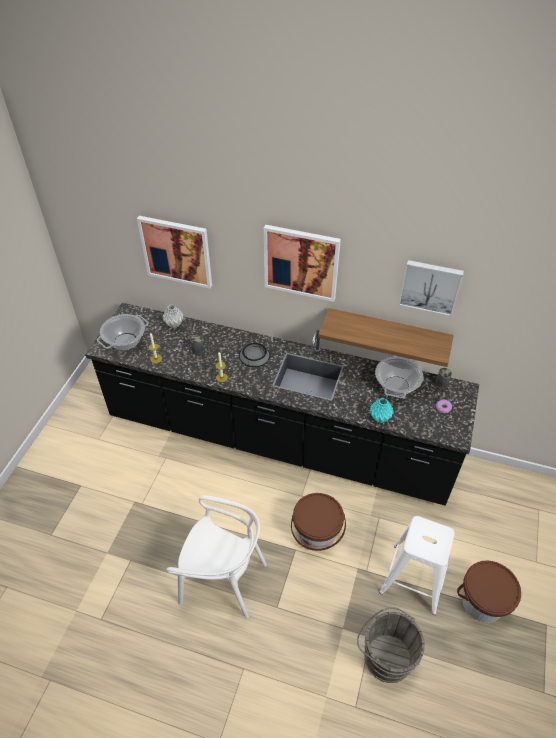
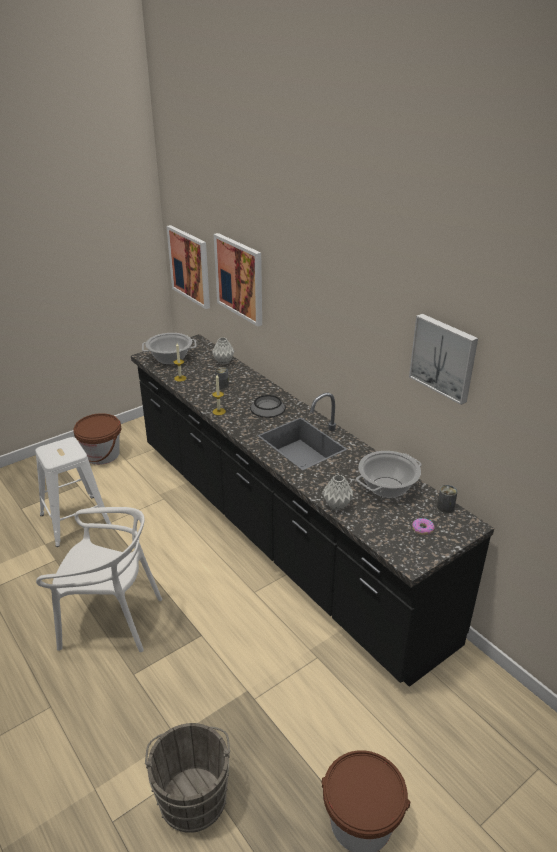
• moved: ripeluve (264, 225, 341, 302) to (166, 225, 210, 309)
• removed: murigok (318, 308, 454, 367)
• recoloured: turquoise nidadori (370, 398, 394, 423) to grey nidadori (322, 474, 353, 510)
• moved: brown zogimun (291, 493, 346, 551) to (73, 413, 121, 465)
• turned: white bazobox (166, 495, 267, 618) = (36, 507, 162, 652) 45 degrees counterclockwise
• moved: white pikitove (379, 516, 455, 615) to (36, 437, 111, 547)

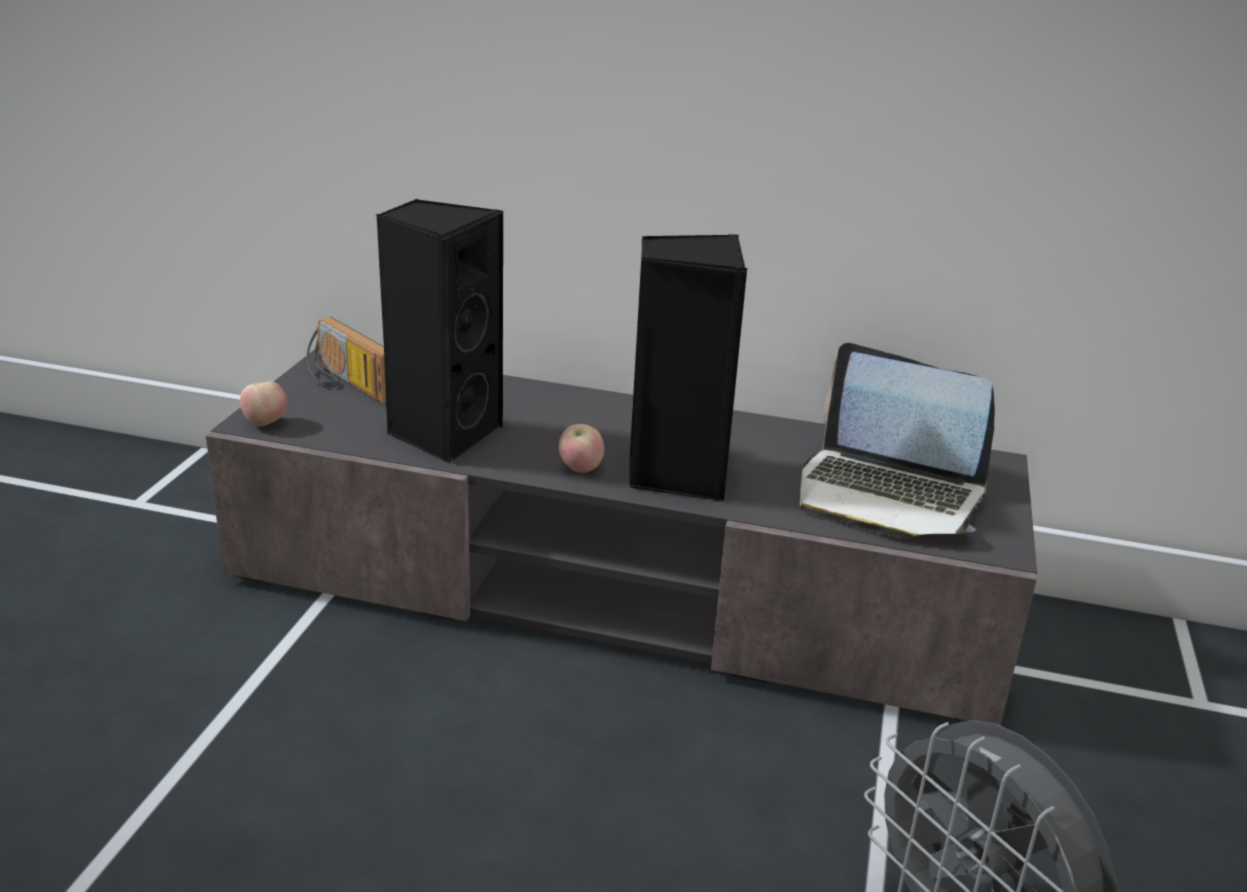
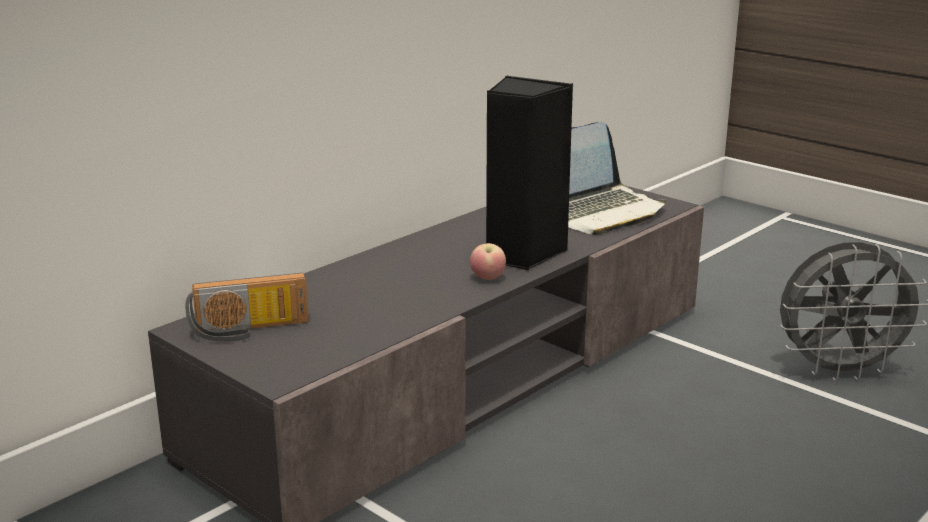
• removed: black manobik (375, 199, 503, 463)
• removed: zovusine (240, 381, 287, 427)

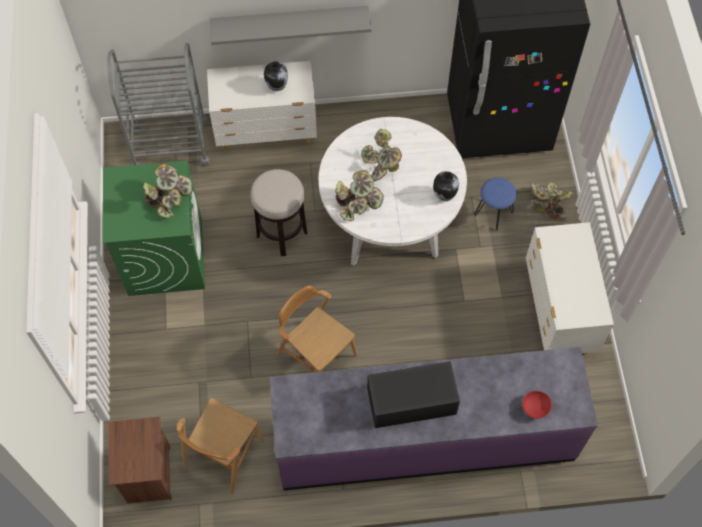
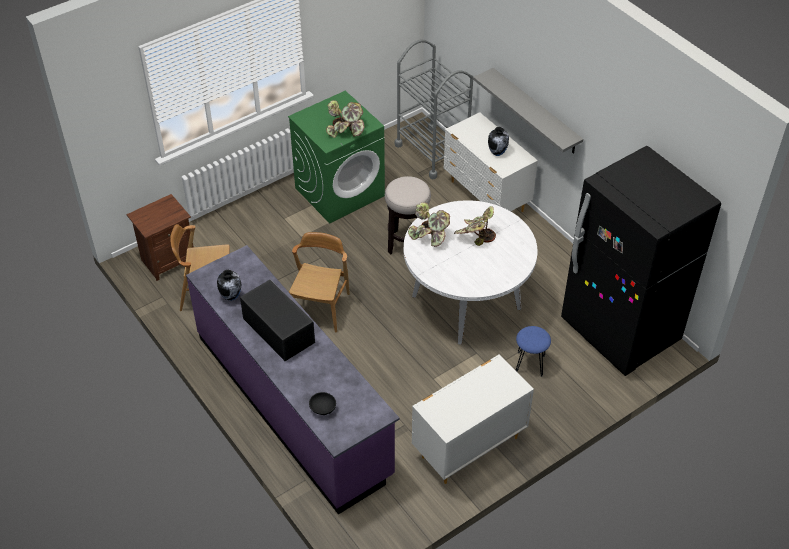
• moved: nidadori (433, 171, 459, 201) to (217, 270, 241, 301)
• removed: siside (530, 182, 573, 219)
• recoloured: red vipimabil (522, 391, 552, 419) to black vipimabil (309, 392, 336, 415)

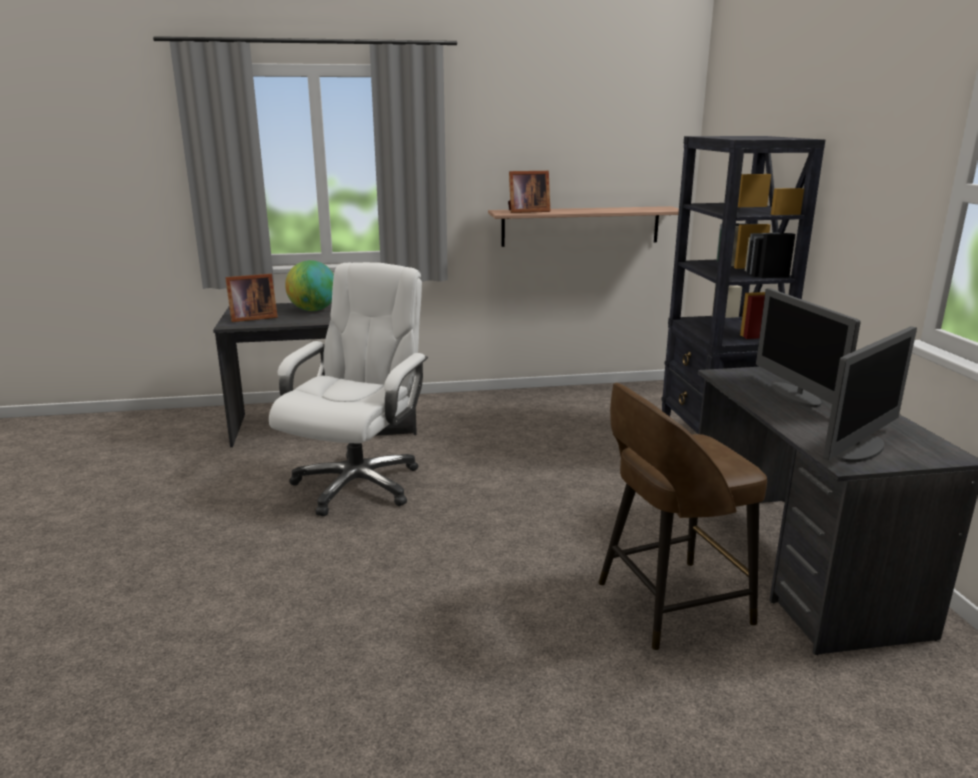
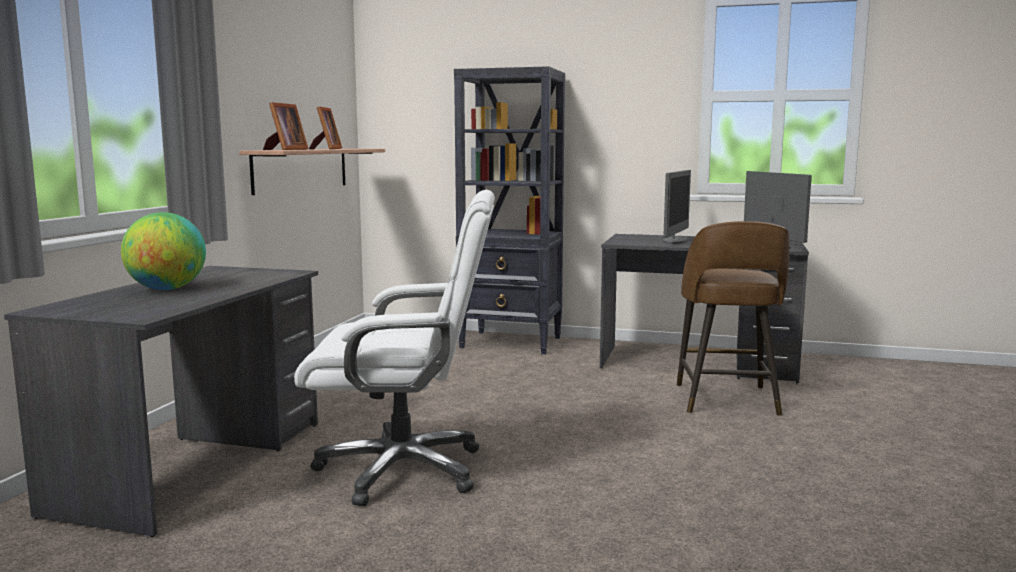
• turned: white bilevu (269, 262, 428, 516) = (294, 190, 495, 506) 135 degrees clockwise
• moved: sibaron (225, 274, 278, 322) to (309, 107, 342, 149)
• turned: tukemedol (756, 288, 861, 407) = (663, 170, 691, 244) 75 degrees counterclockwise

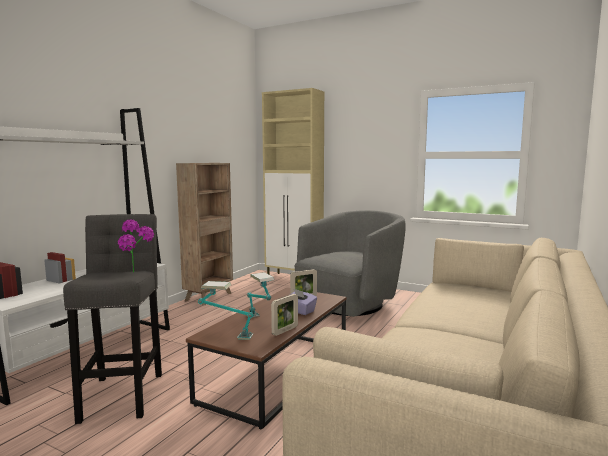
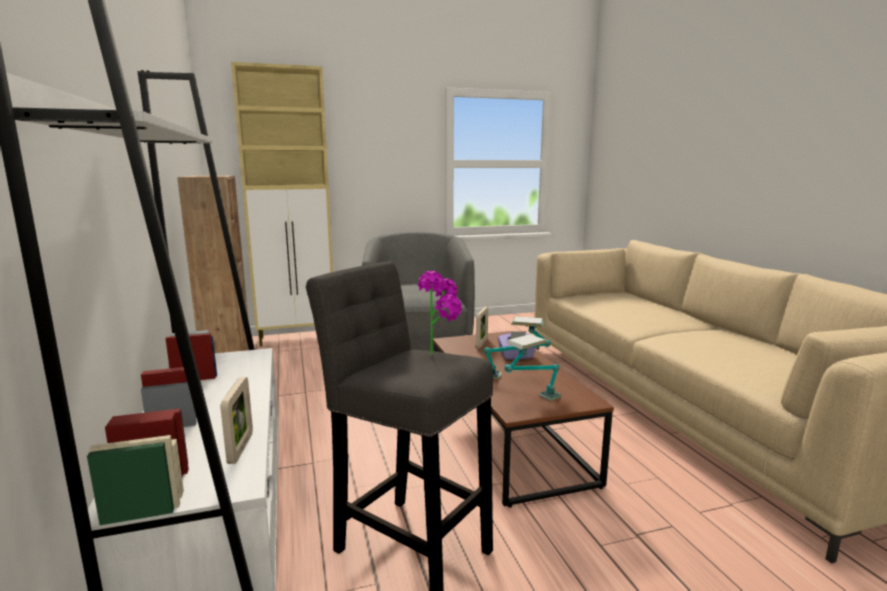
• moved: sibaron (271, 294, 298, 336) to (220, 377, 253, 464)

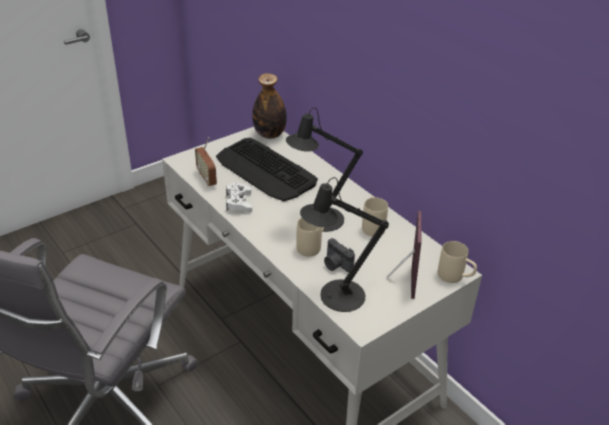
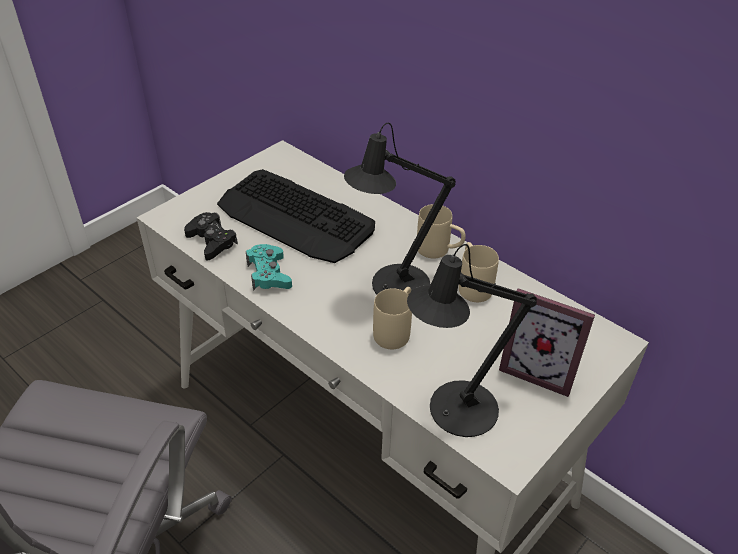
• removed: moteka (252, 73, 287, 139)
• replaced: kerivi (195, 137, 217, 186) to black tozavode (184, 212, 238, 260)
• recoloured: white tozavode (226, 183, 252, 213) to turquoise tozavode (246, 244, 292, 290)
• turned: sibaron (387, 211, 421, 299) = (499, 288, 595, 397) 120 degrees clockwise
• removed: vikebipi (324, 238, 355, 272)
• moved: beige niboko (438, 241, 477, 283) to (417, 204, 466, 258)

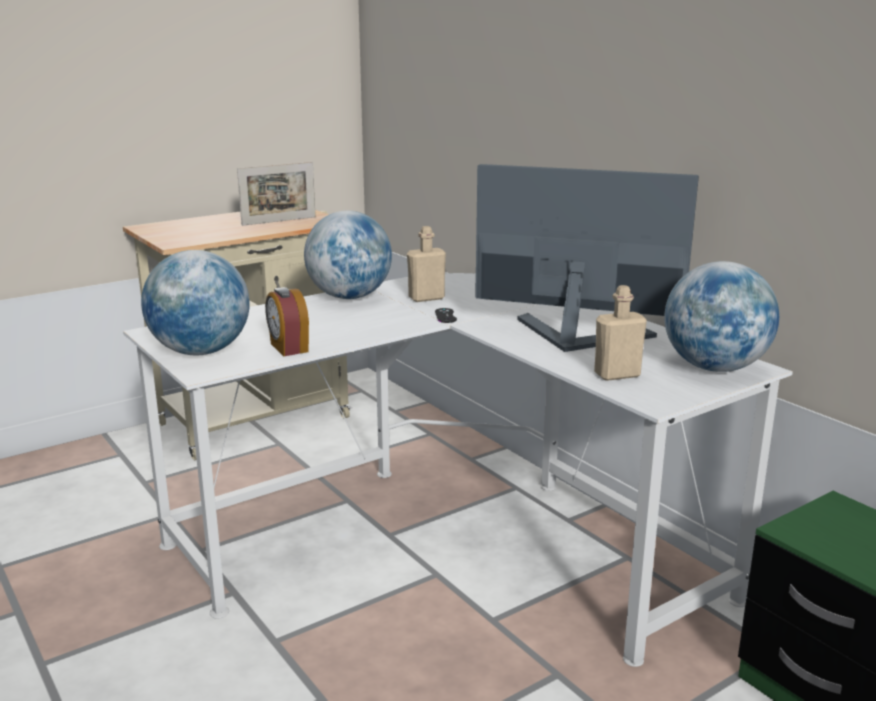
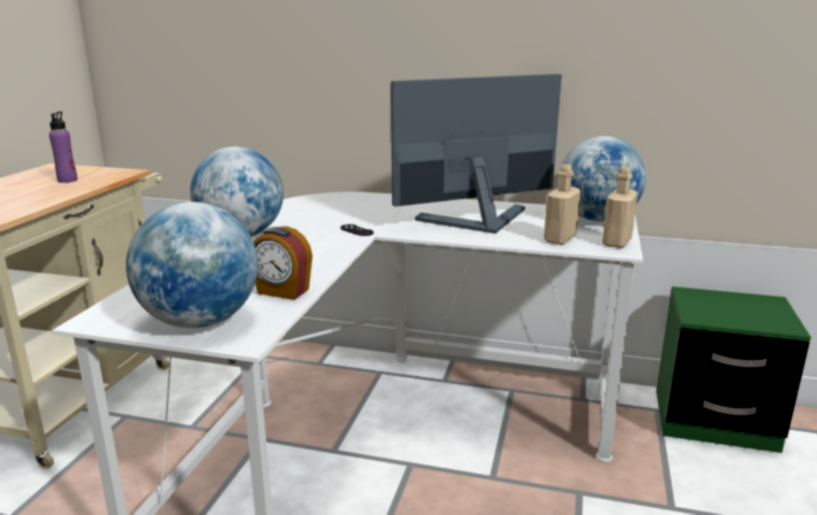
• replaced: sibaron (237, 162, 316, 226) to purple moteka (49, 111, 78, 183)
• moved: beige moteka (407, 226, 446, 302) to (602, 166, 638, 248)

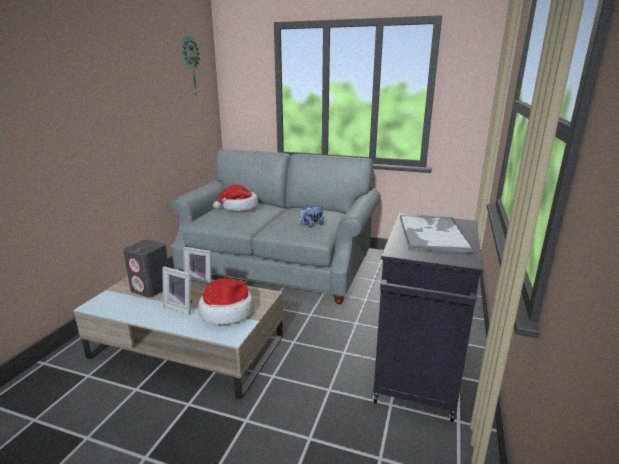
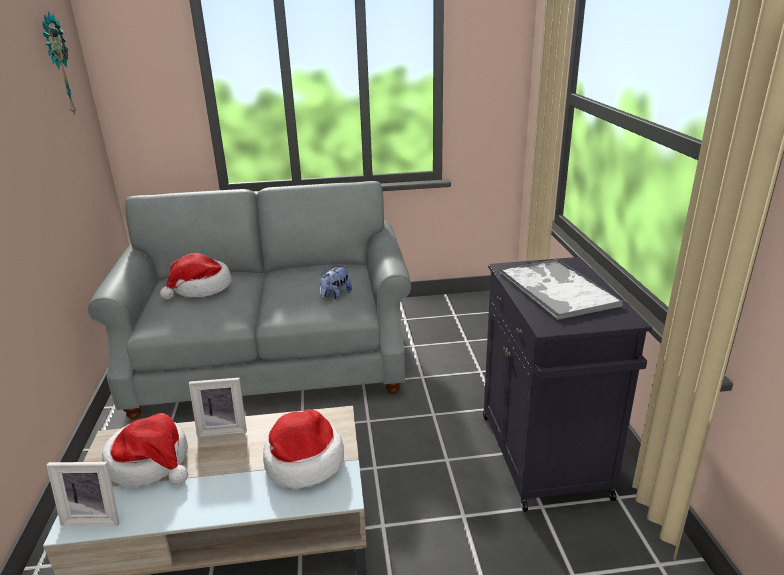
• replaced: grey manobik (123, 240, 169, 297) to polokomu (102, 413, 188, 487)
• moved: sibaron (162, 266, 192, 315) to (47, 462, 119, 526)

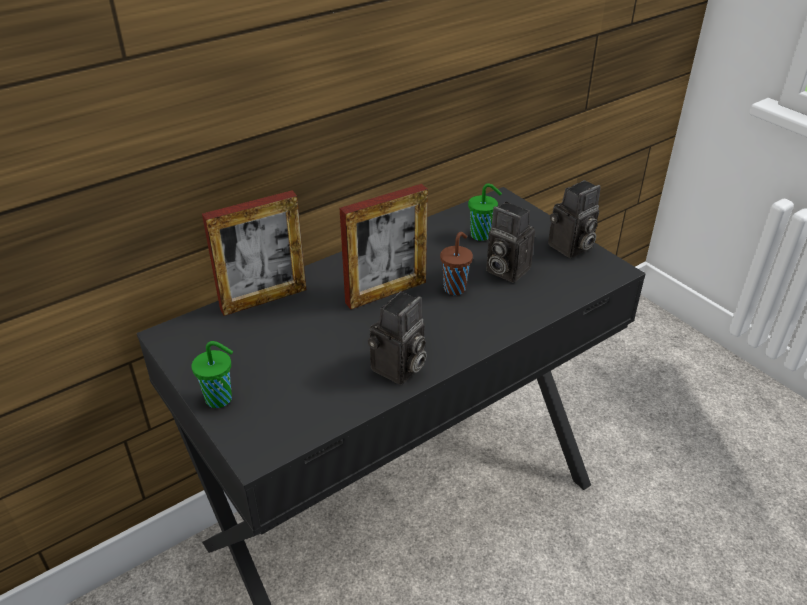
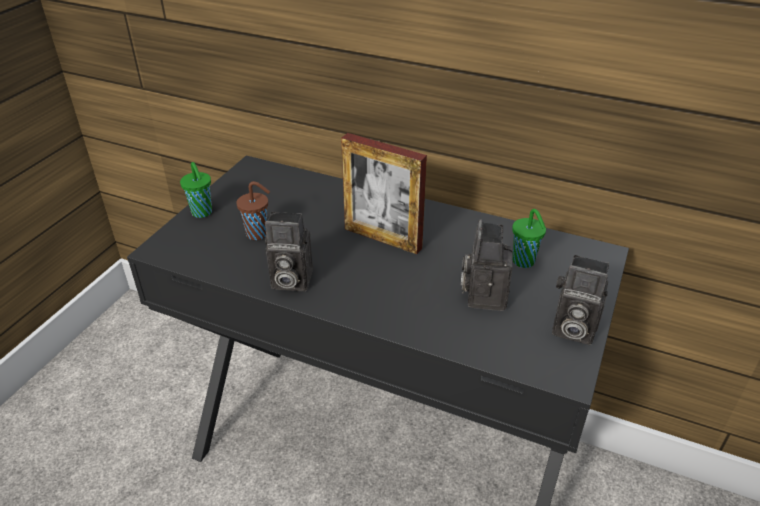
• removed: sibaron (202, 190, 306, 316)
• moved: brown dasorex (440, 232, 473, 295) to (236, 181, 270, 240)

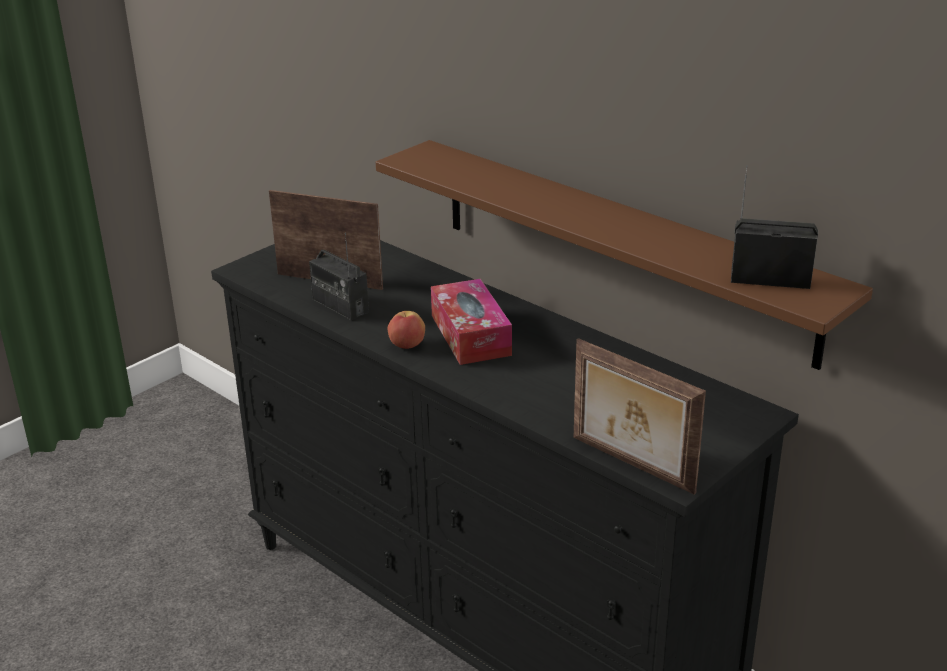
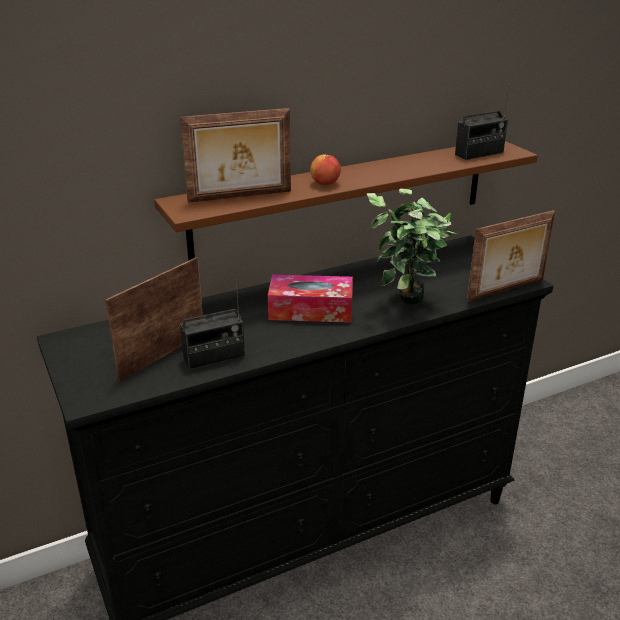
• turned: kerivi (731, 165, 818, 289) = (455, 84, 509, 160) 150 degrees counterclockwise
• moved: zovusine (387, 311, 425, 349) to (310, 154, 341, 185)
• added: sibaron (180, 108, 291, 203)
• added: siside (367, 189, 458, 305)

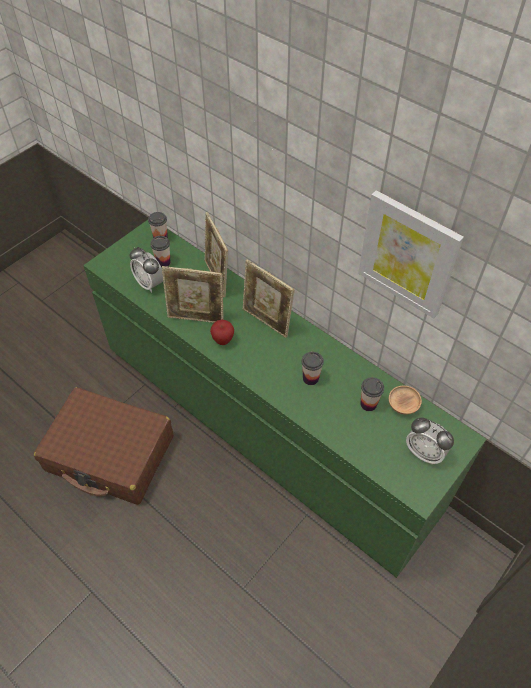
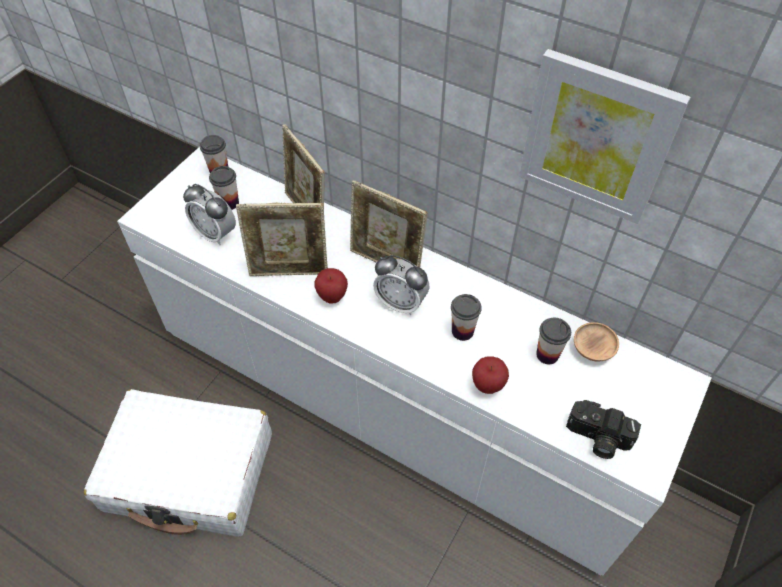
• recoloured: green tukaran (83, 220, 486, 578) to white tukaran (117, 147, 712, 575)
• recoloured: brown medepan (34, 387, 174, 505) to white medepan (84, 389, 272, 537)
• moved: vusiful (406, 418, 454, 465) to (373, 255, 429, 315)
• added: zovusine (472, 357, 509, 394)
• added: vikebipi (566, 400, 641, 459)

